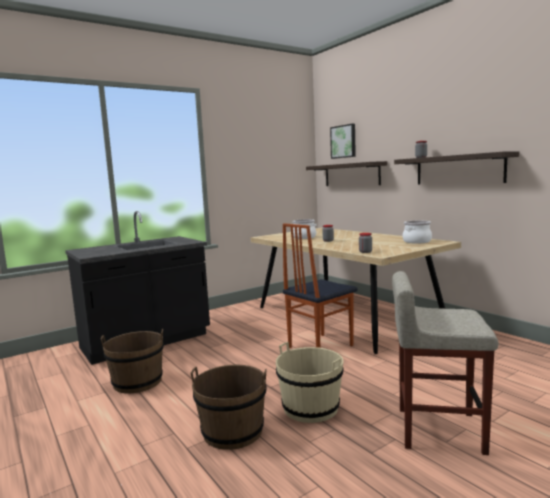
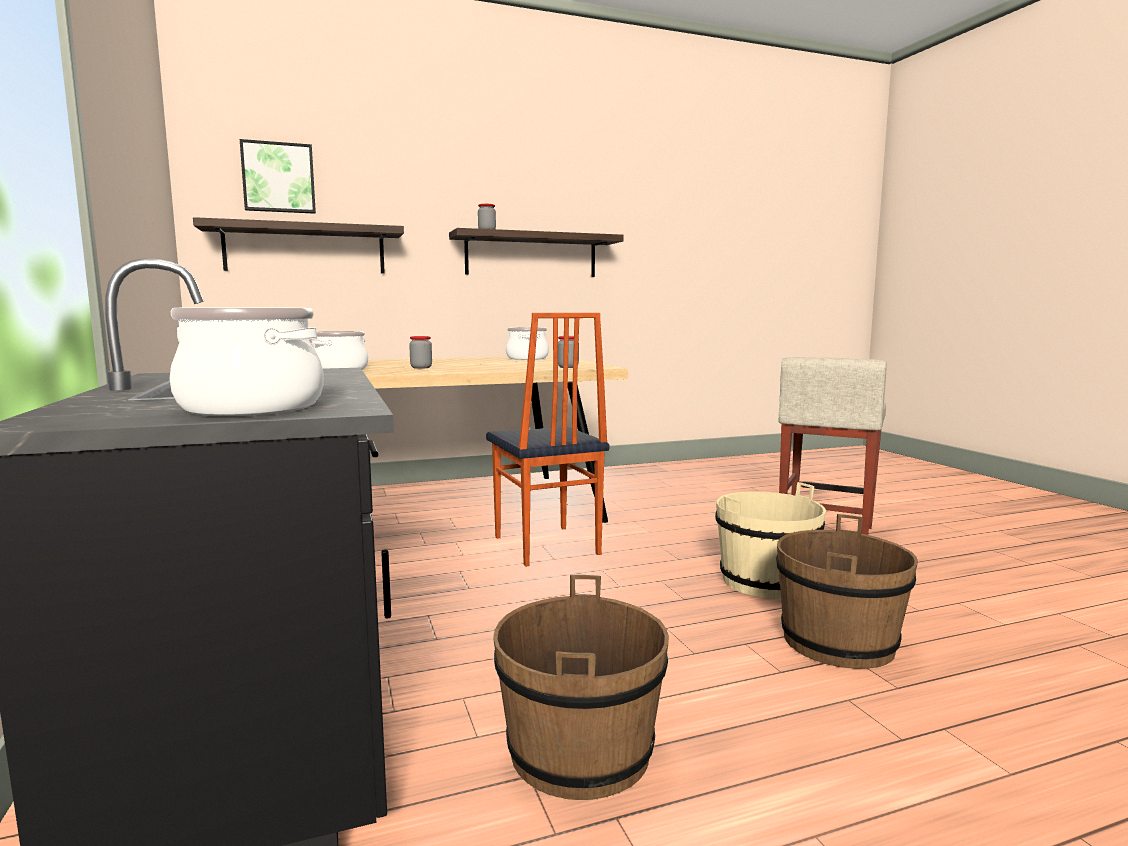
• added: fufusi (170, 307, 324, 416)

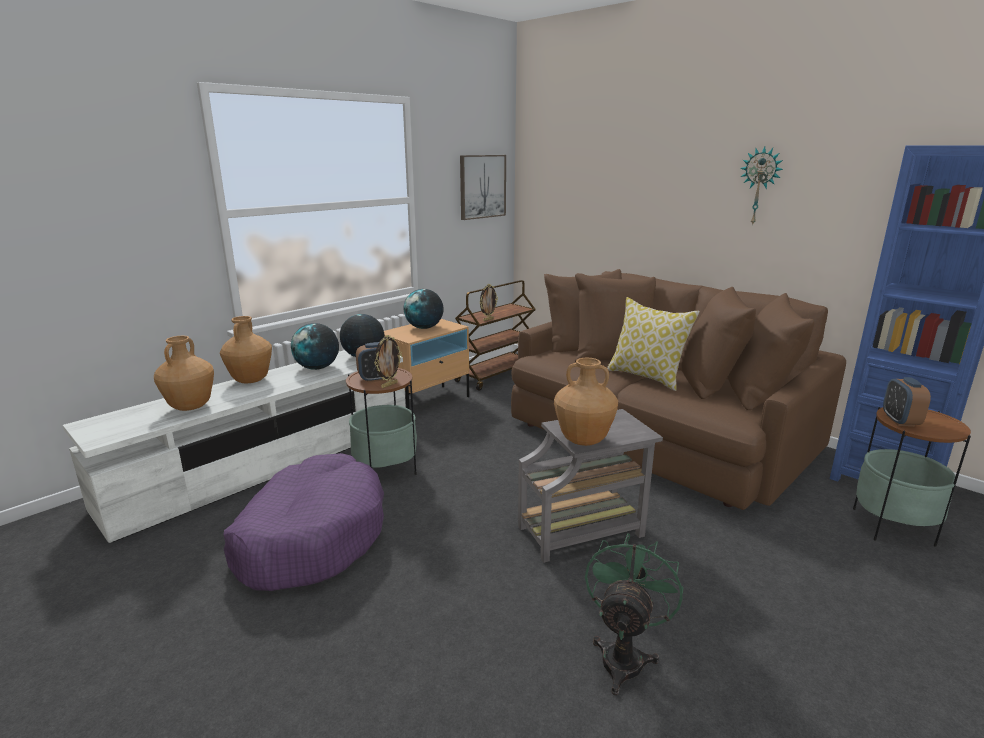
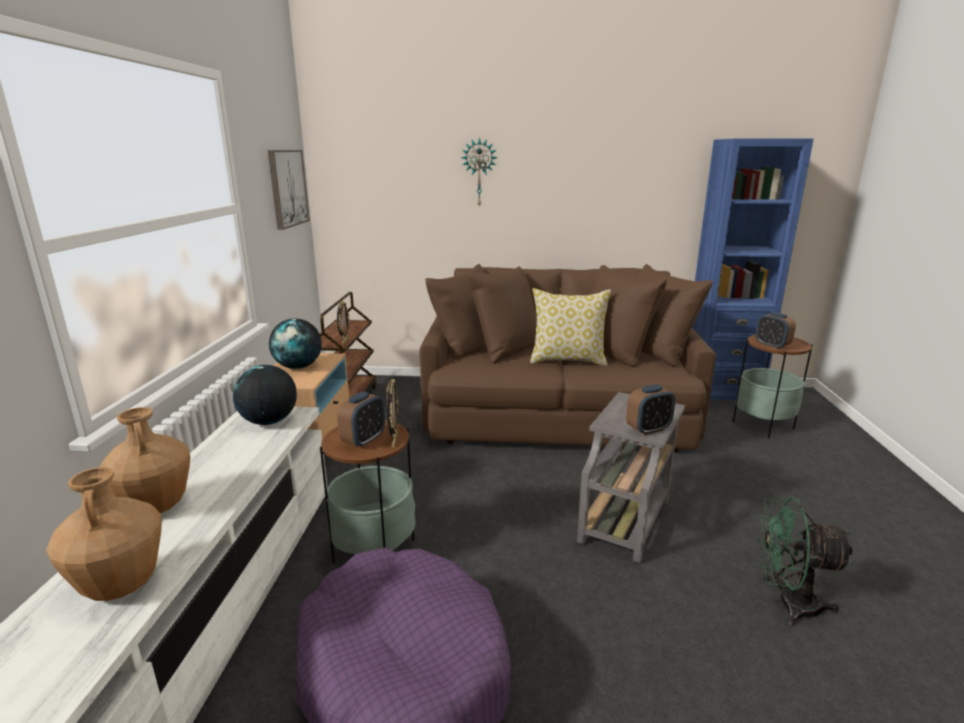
• moved: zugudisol (740, 146, 783, 226) to (461, 137, 498, 208)
• removed: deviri (291, 323, 339, 370)
• replaced: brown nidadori (554, 358, 618, 446) to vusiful (626, 385, 675, 436)
• turned: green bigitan (585, 533, 683, 695) = (757, 496, 854, 626) 60 degrees counterclockwise

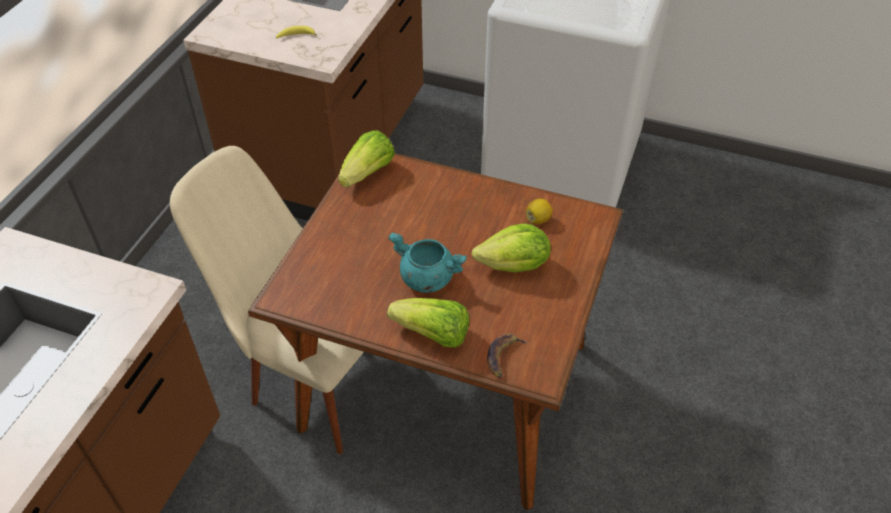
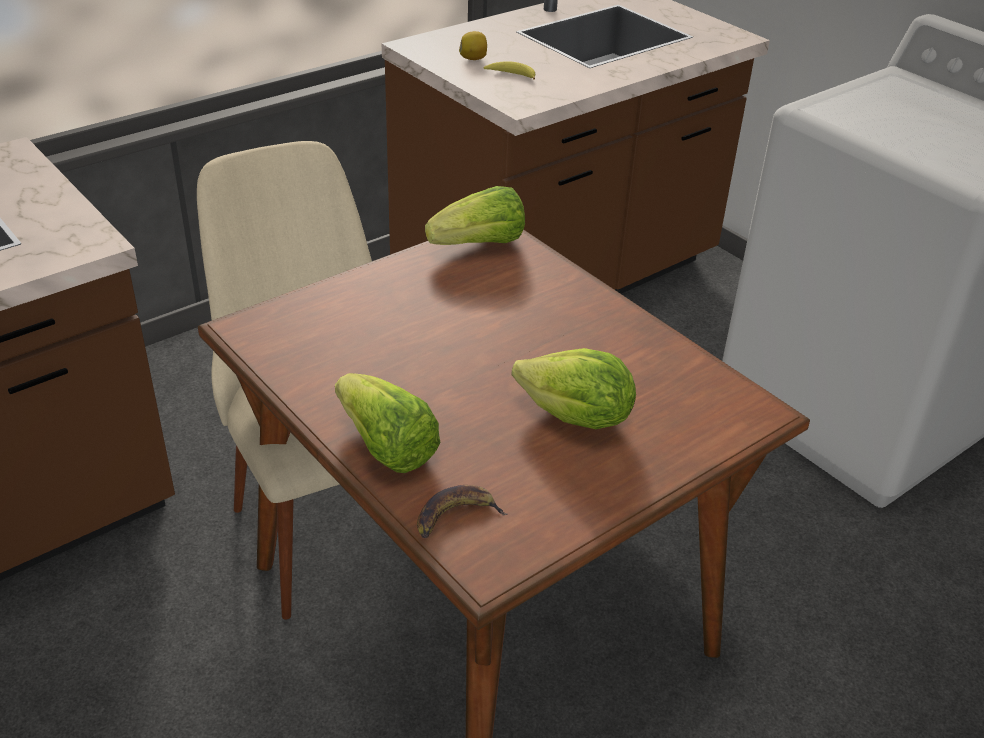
• moved: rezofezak (526, 199, 553, 224) to (459, 31, 487, 60)
• removed: turquoise fufusi (388, 232, 467, 293)

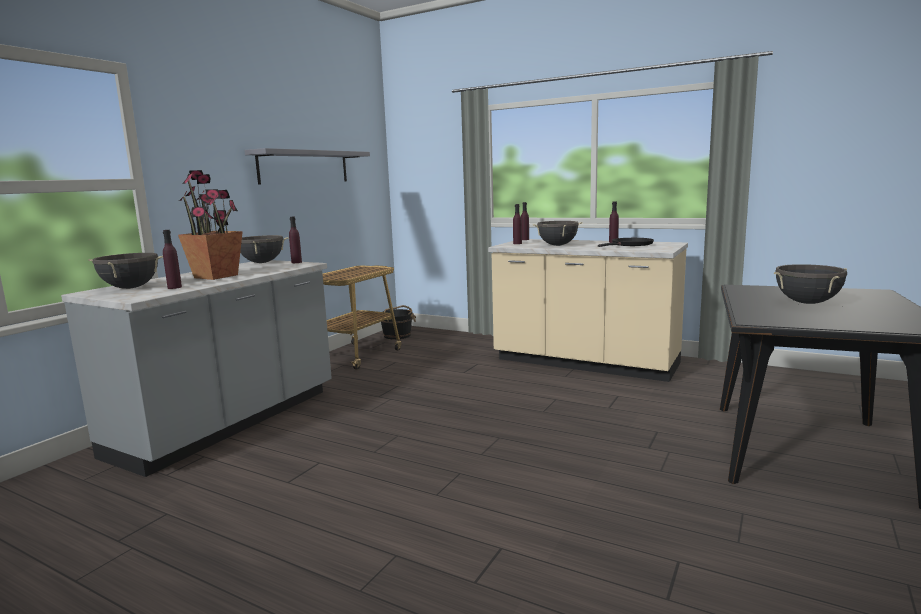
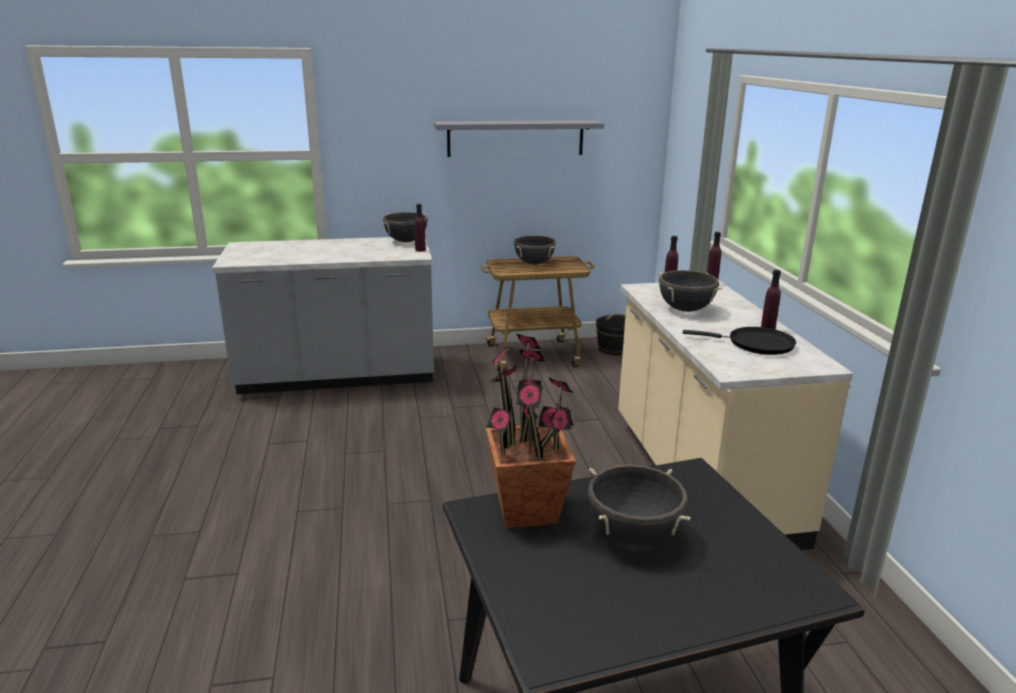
• moved: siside (178, 170, 243, 280) to (486, 334, 576, 528)
• removed: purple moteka (163, 230, 182, 289)
• moved: black fufusi (88, 253, 163, 289) to (514, 236, 556, 265)

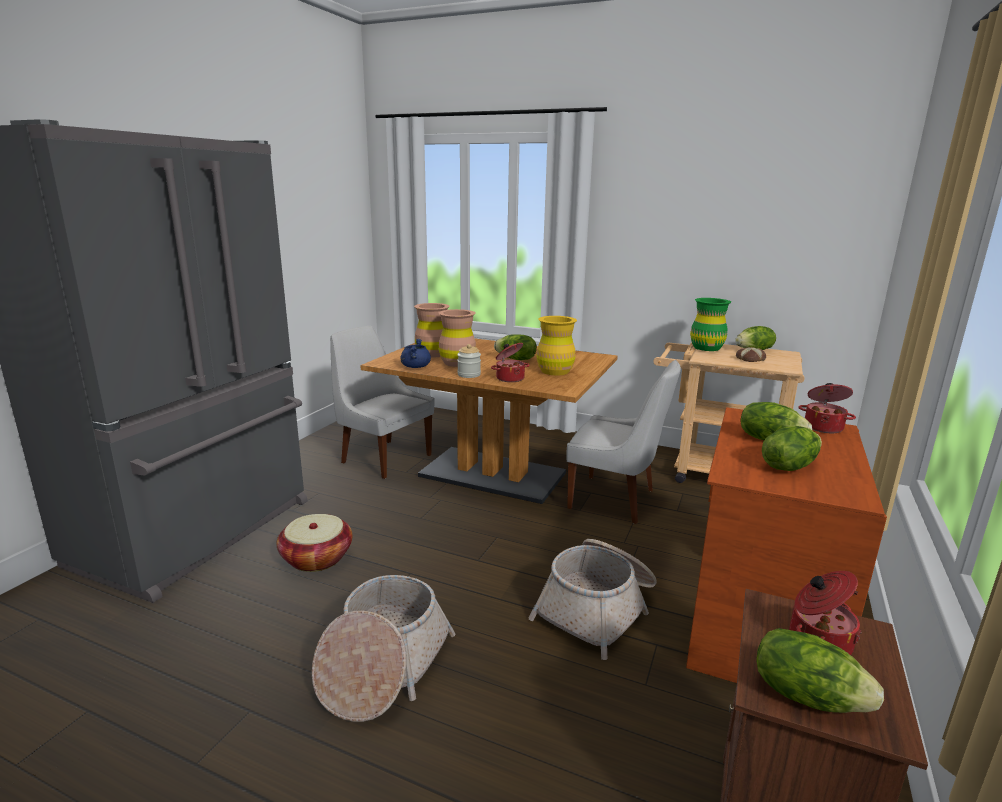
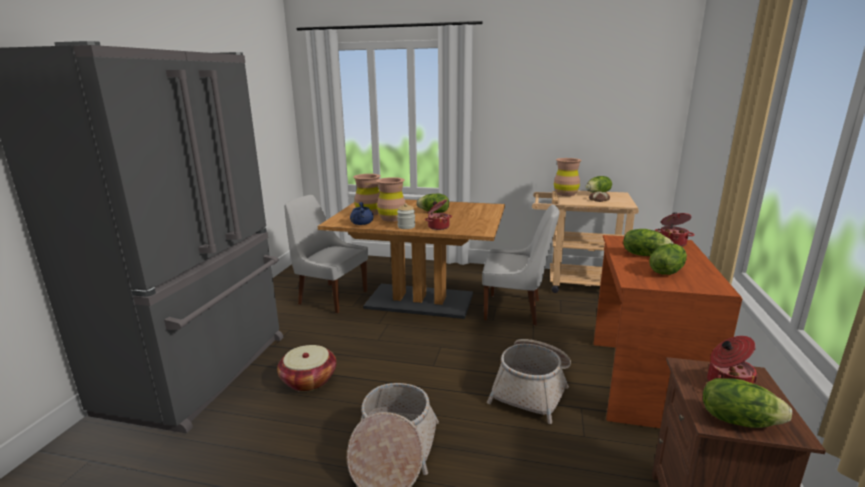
• recoloured: green nidadori (690, 298, 731, 351) to brown nidadori (554, 158, 582, 196)
• removed: yellow nidadori (536, 316, 577, 375)

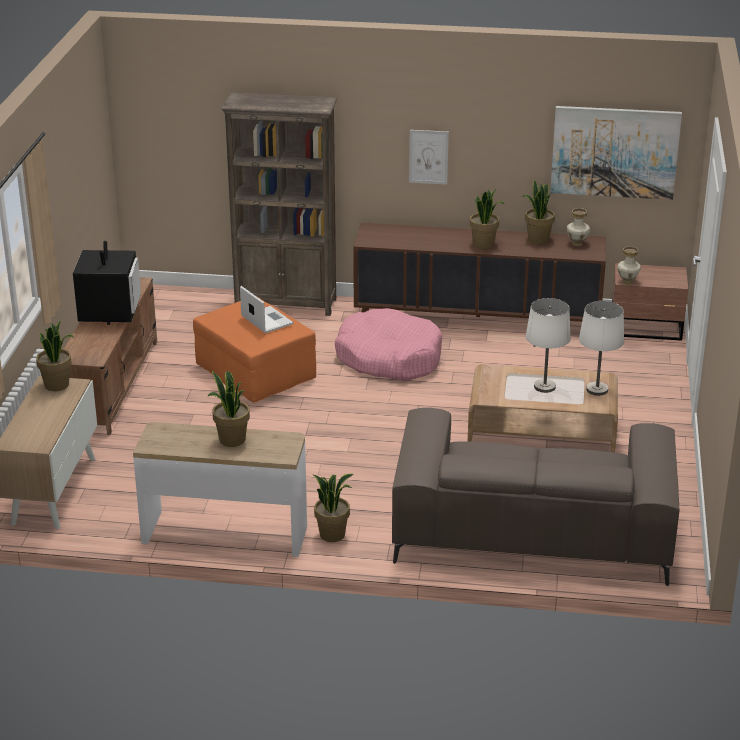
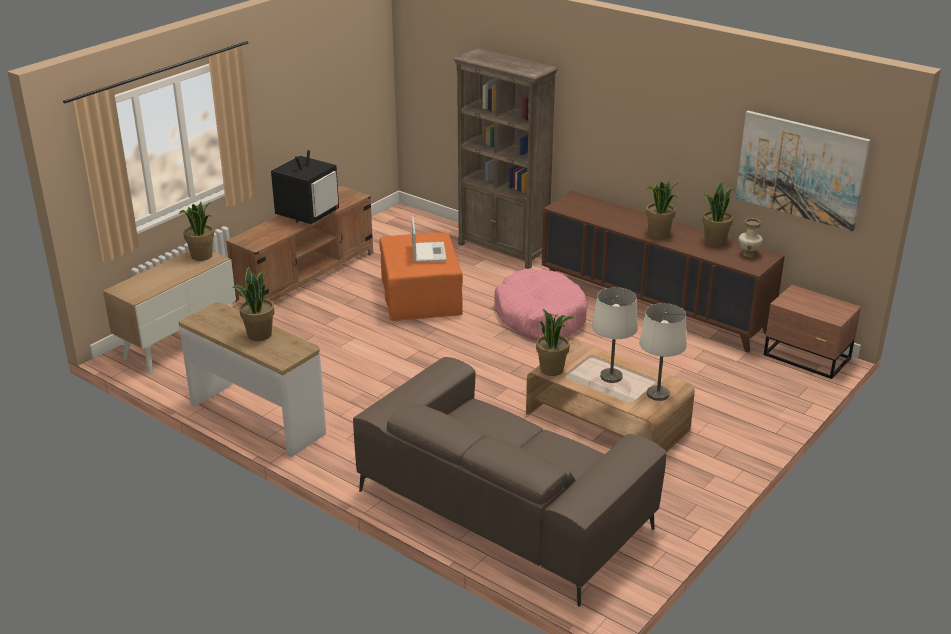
• removed: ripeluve (409, 130, 449, 185)
• removed: nidadori (617, 246, 641, 284)
• moved: siside (312, 474, 354, 542) to (536, 308, 574, 376)

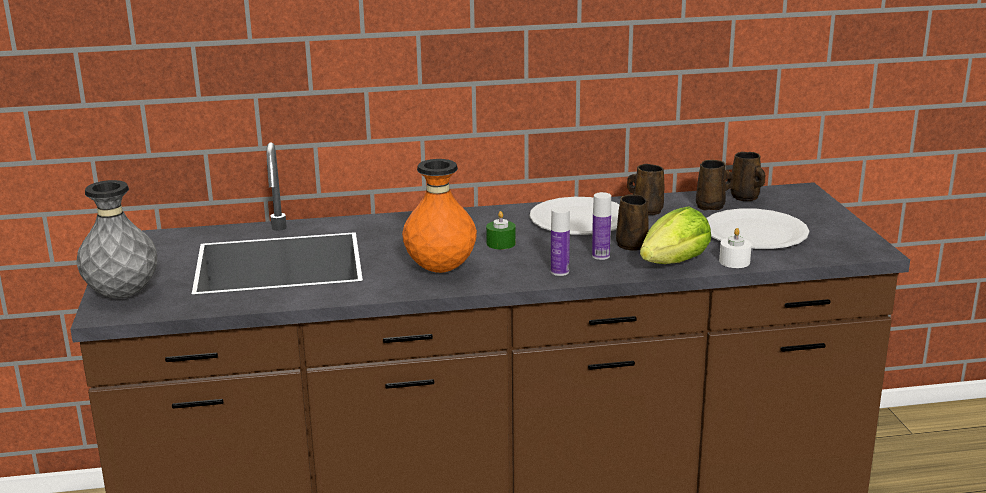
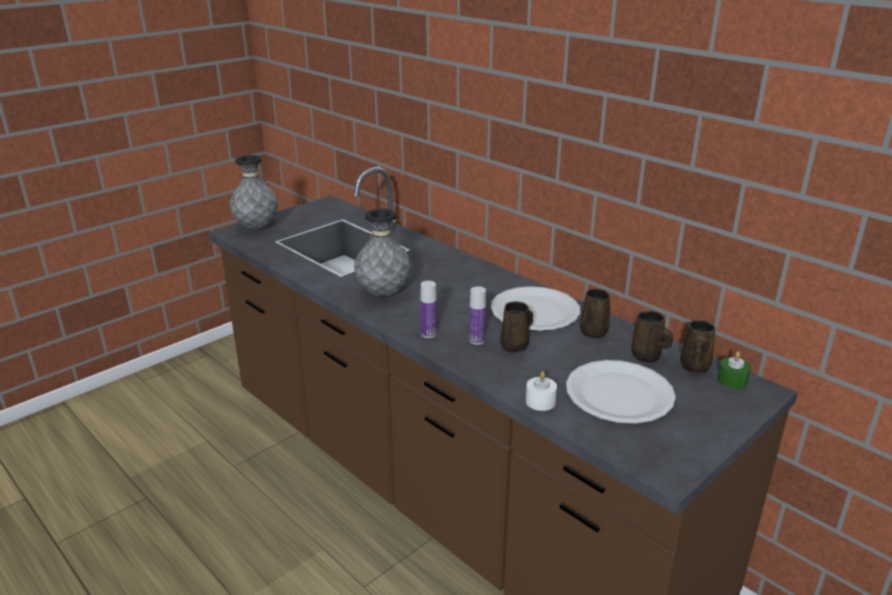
• recoloured: orange nidadori (402, 159, 477, 273) to grey nidadori (354, 208, 412, 296)
• removed: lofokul (640, 207, 711, 264)
• moved: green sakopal (486, 211, 516, 249) to (717, 351, 751, 389)

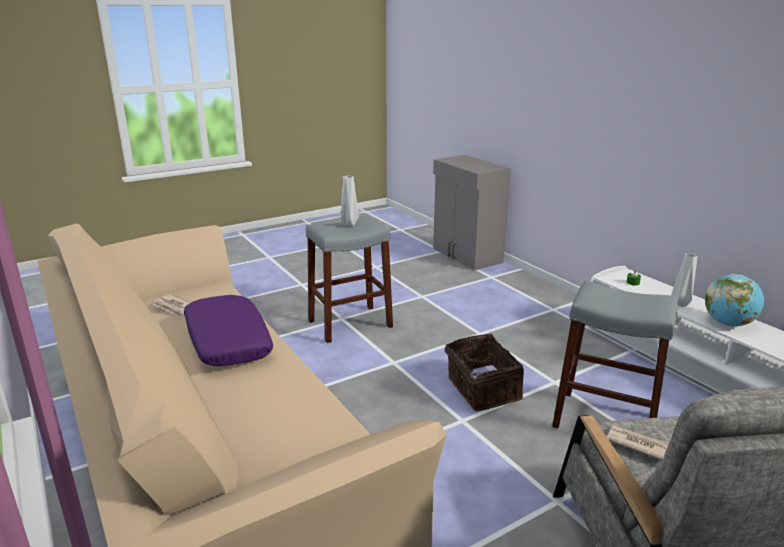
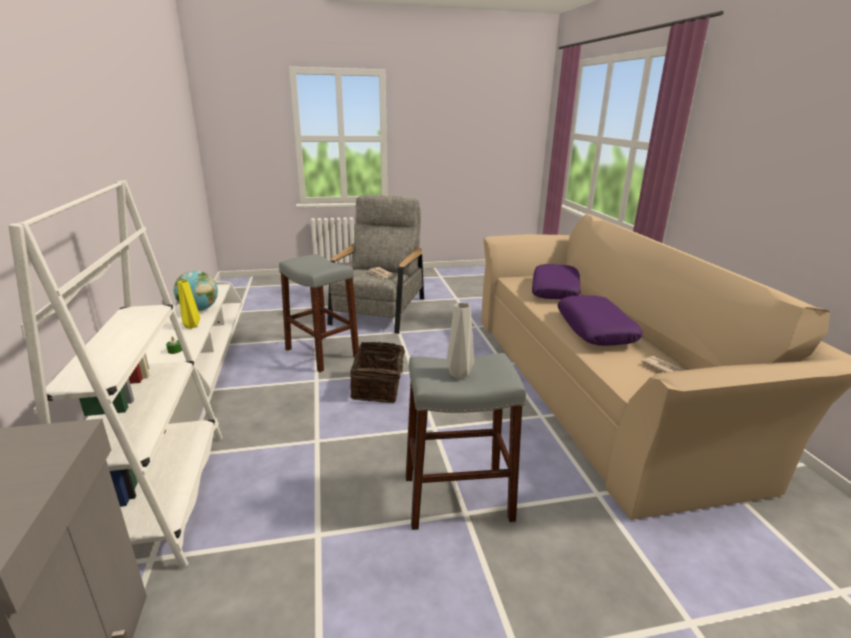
• recoloured: grey nidadori (671, 253, 698, 307) to yellow nidadori (177, 280, 200, 329)
• added: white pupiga (8, 180, 222, 568)
• added: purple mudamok (532, 264, 581, 299)

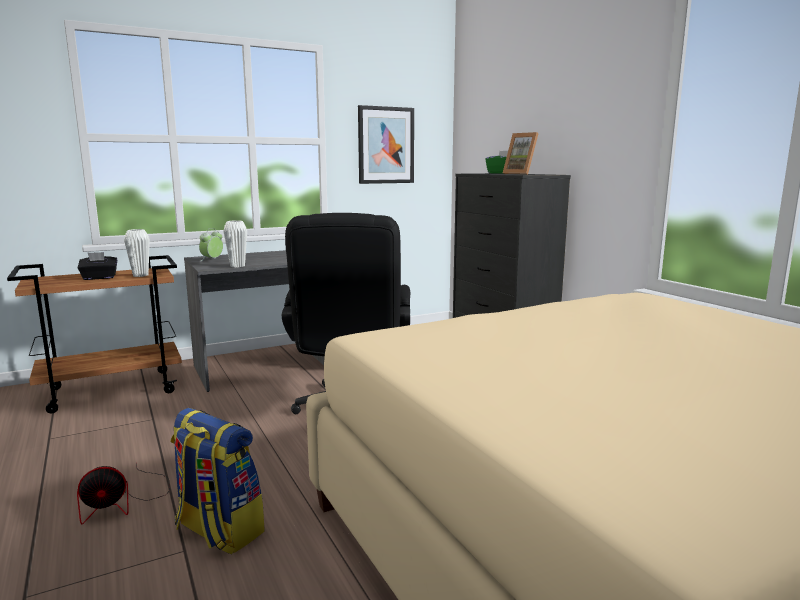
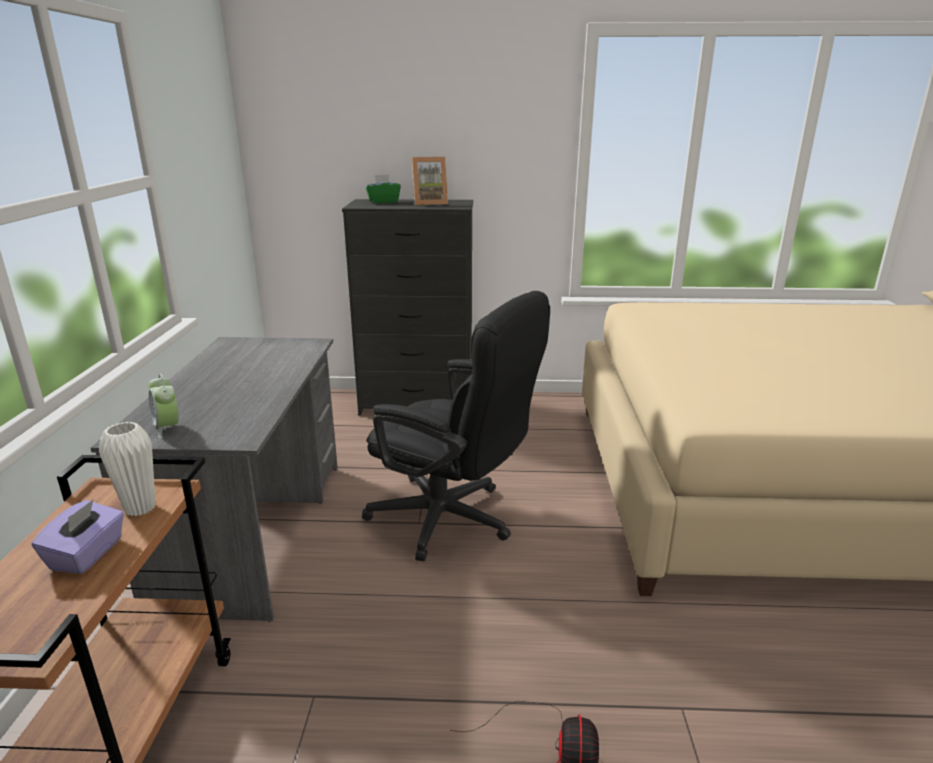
• removed: ripeluve (358, 105, 414, 184)
• removed: white nidadori (223, 220, 247, 267)
• recoloured: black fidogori (78, 252, 117, 280) to purple fidogori (32, 500, 124, 574)
• removed: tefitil (170, 408, 265, 554)

